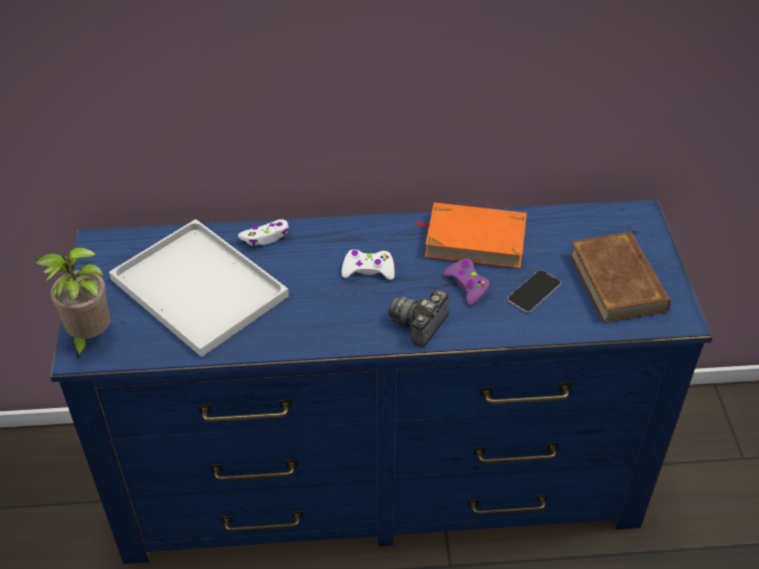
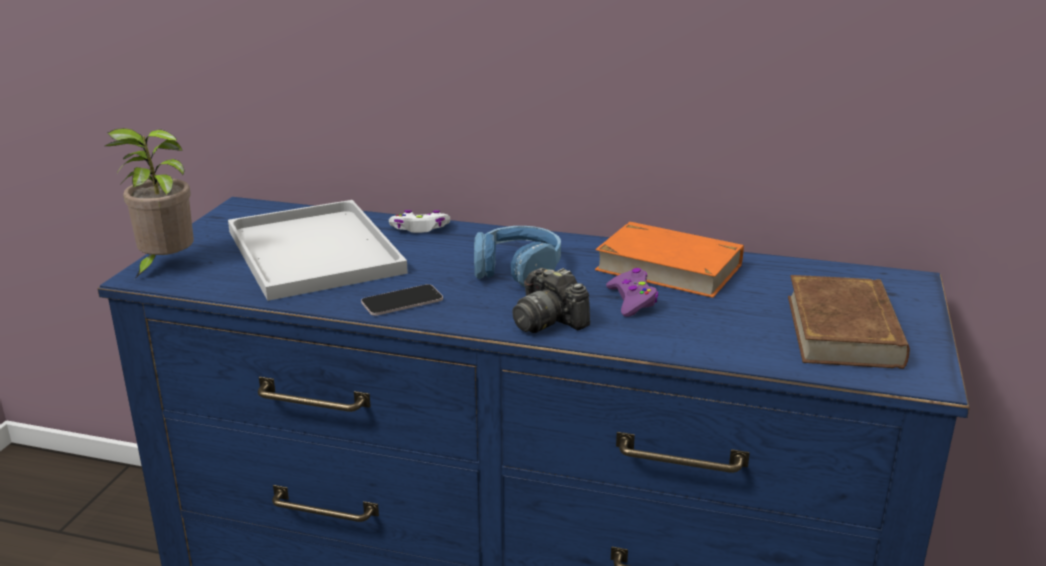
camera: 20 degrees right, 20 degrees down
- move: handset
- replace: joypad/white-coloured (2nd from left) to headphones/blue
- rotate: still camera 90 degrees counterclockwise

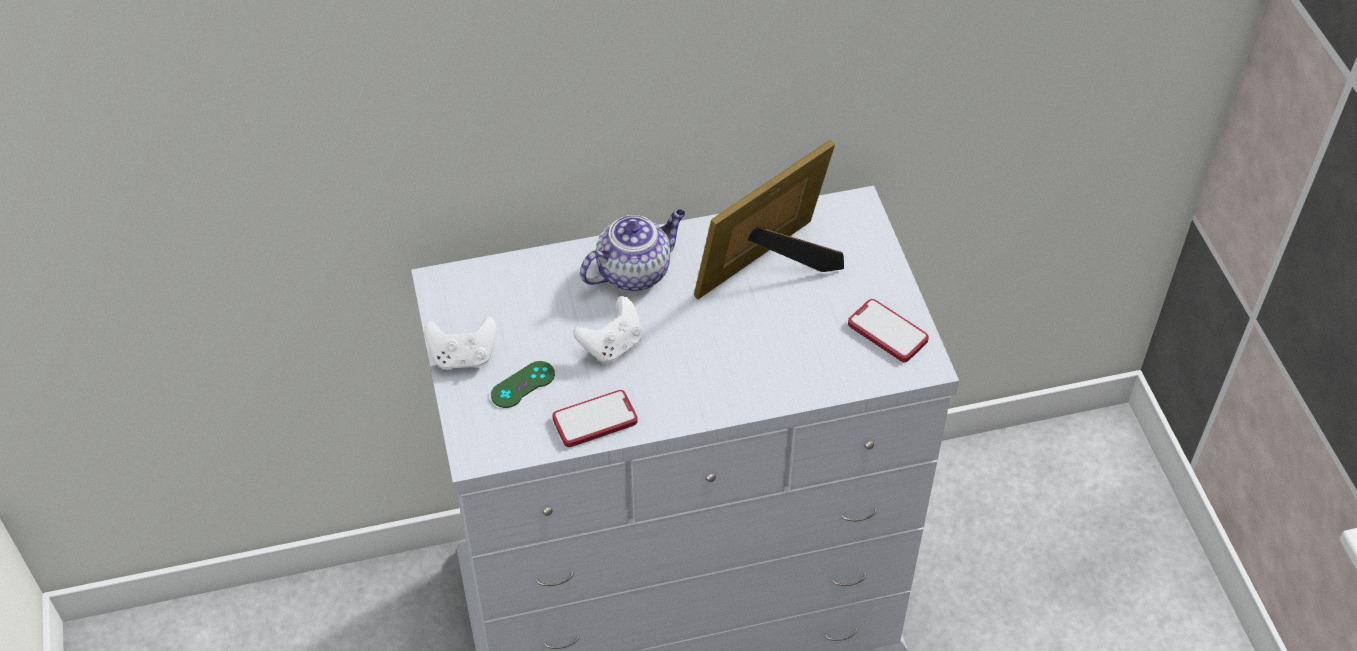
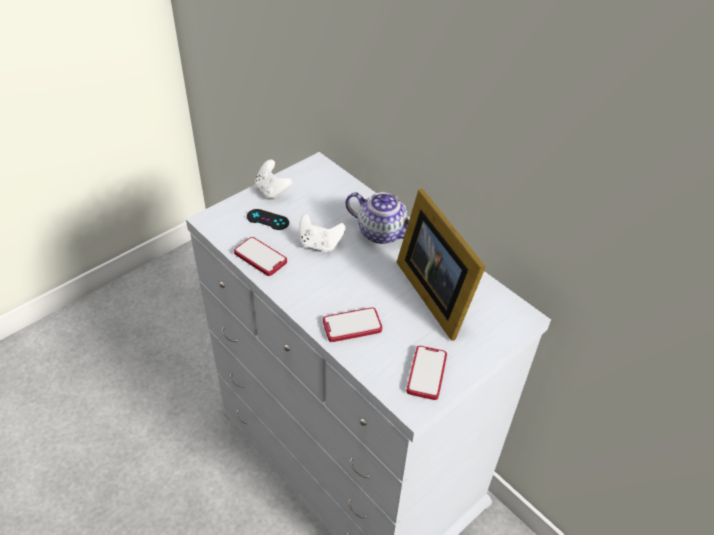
camera: 60 degrees right, 5 degrees down
- insert: handset (2nd from left)
- recolor: joypad/green to joypad/black-coloured
- rotate: standing frame 135 degrees counterclockwise

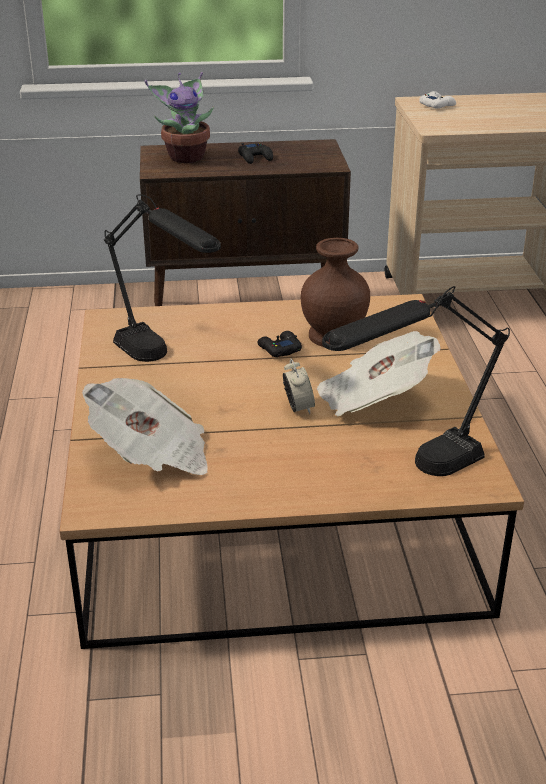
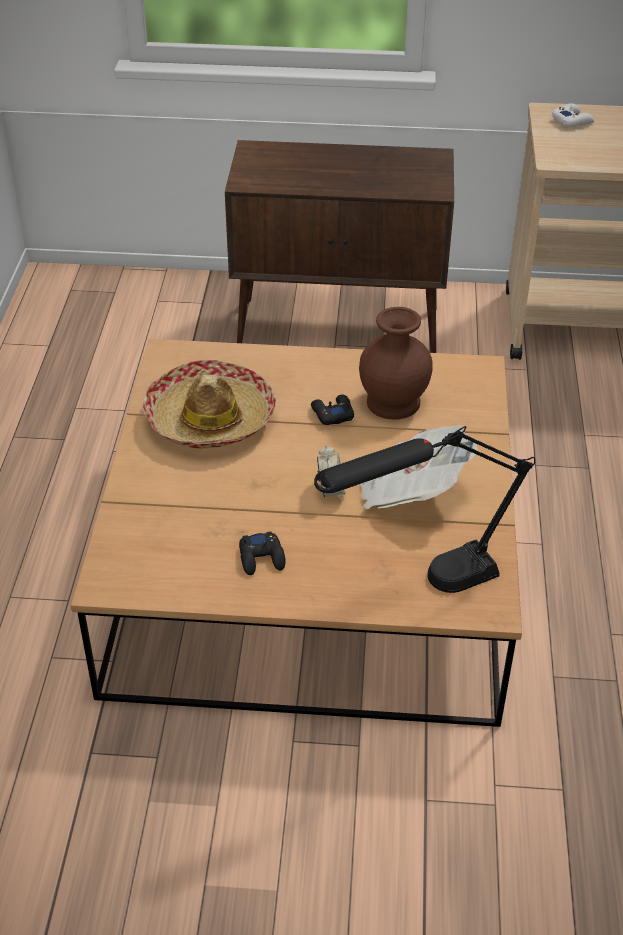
camera: 10 degrees right, 10 degrees up
- delete: newspaper (1st from left)
- delete: houseplant
- move: joypad/black-coloured (1st from left)
- replace: lamp for a table/black-coloured (1st from left) to hat

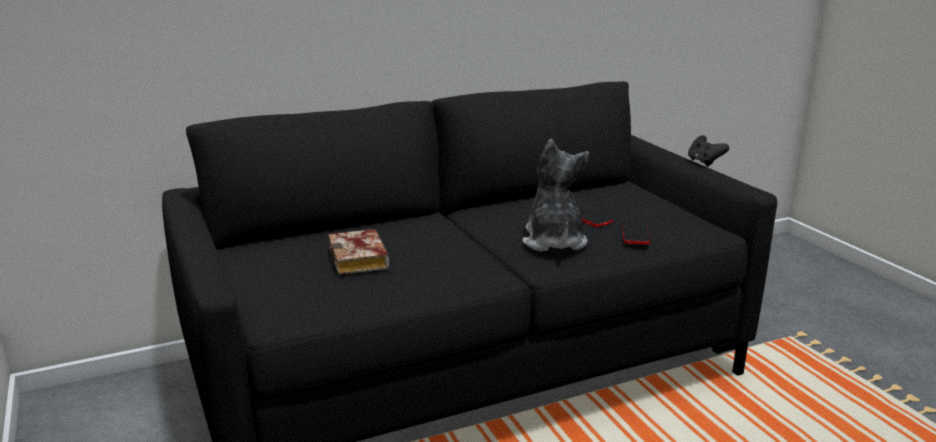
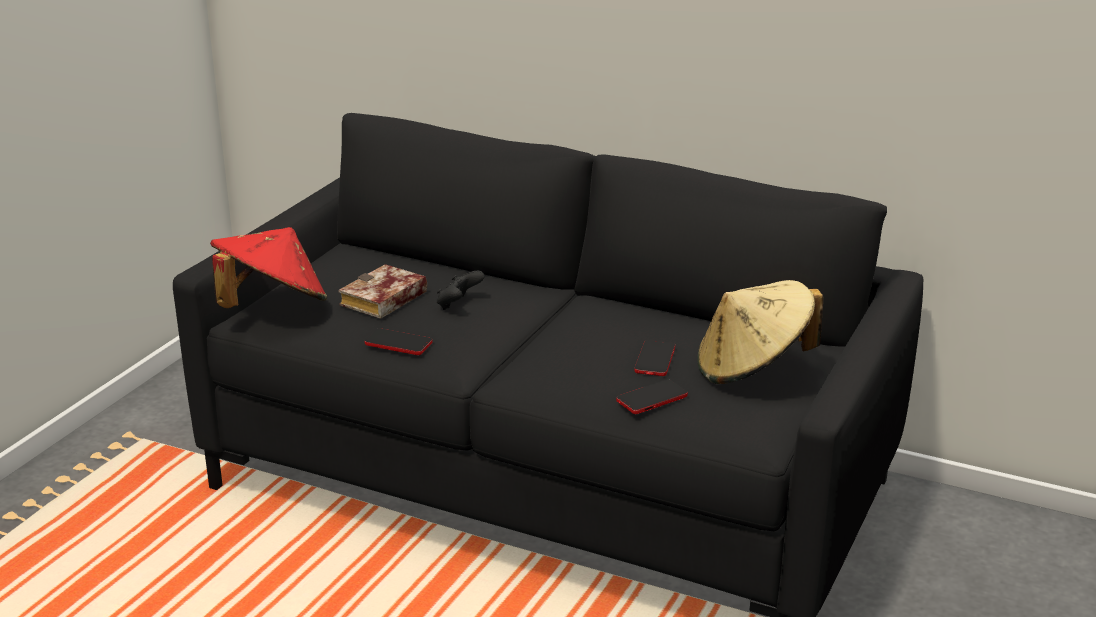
camera: 50 degrees right, 5 degrees up
- delete: cuddly toy
- insert: hat/red
- insert: handset (1st from left)
- insert: hat/sand-coloured
- move: joypad/black-coloured

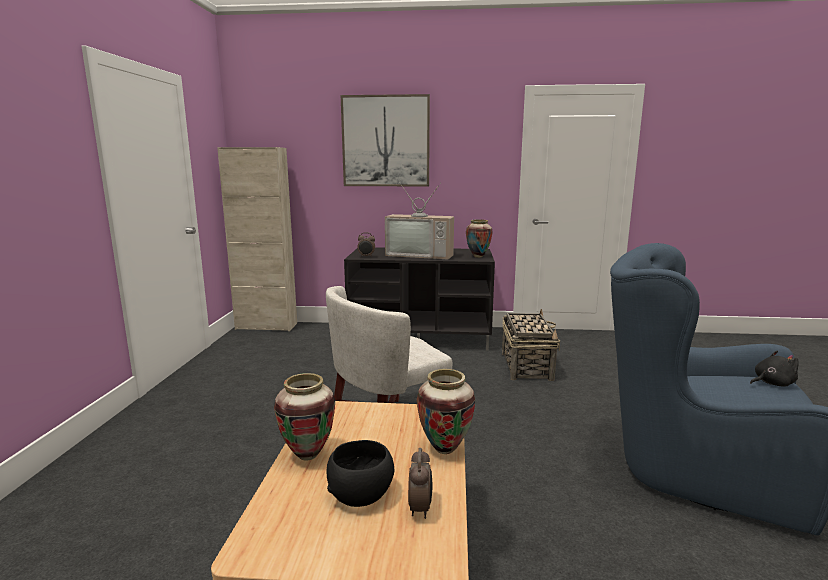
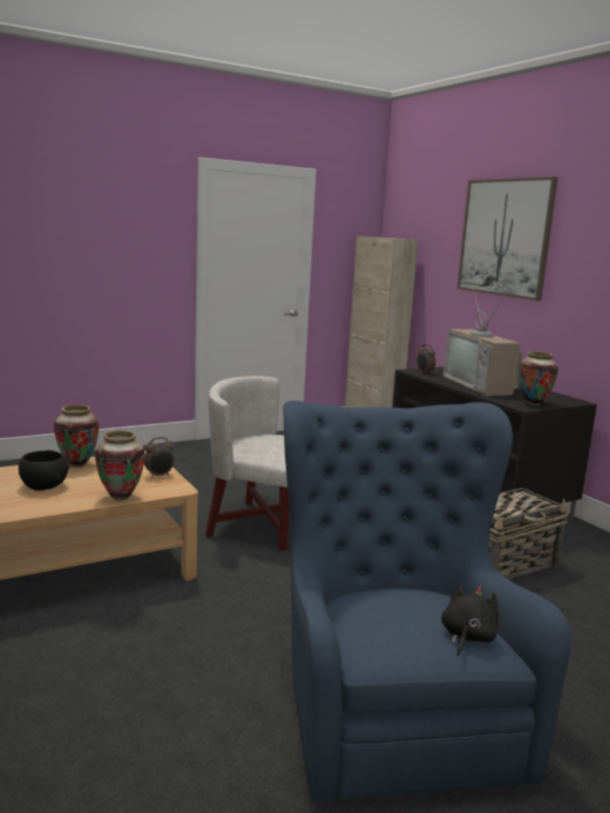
camera: 55 degrees right, 0 degrees up
- move: table clock (2nd from left in the first image) to table clock (1st from left)
- rotate: cuddly toy/black-coloured 105 degrees counterclockwise

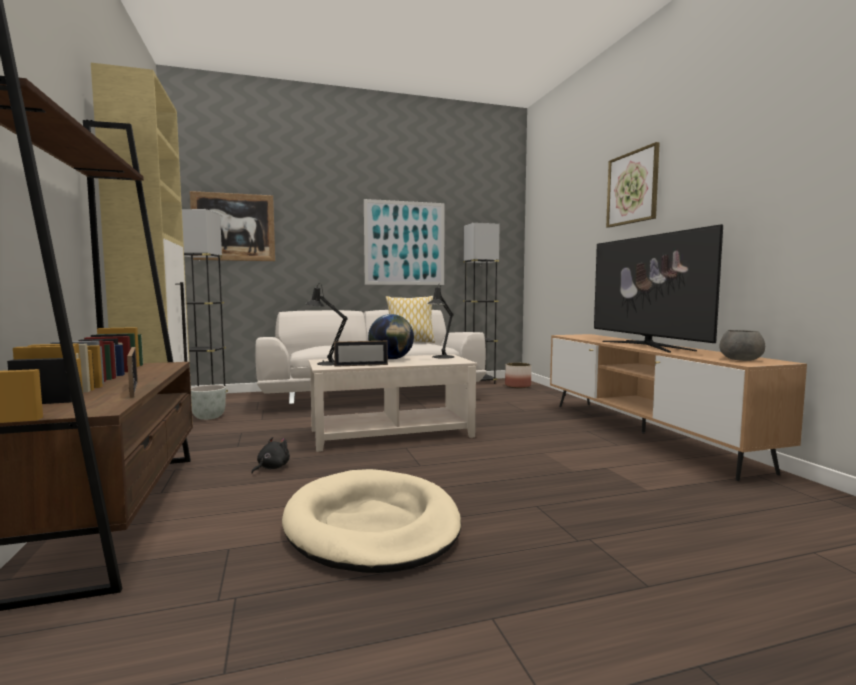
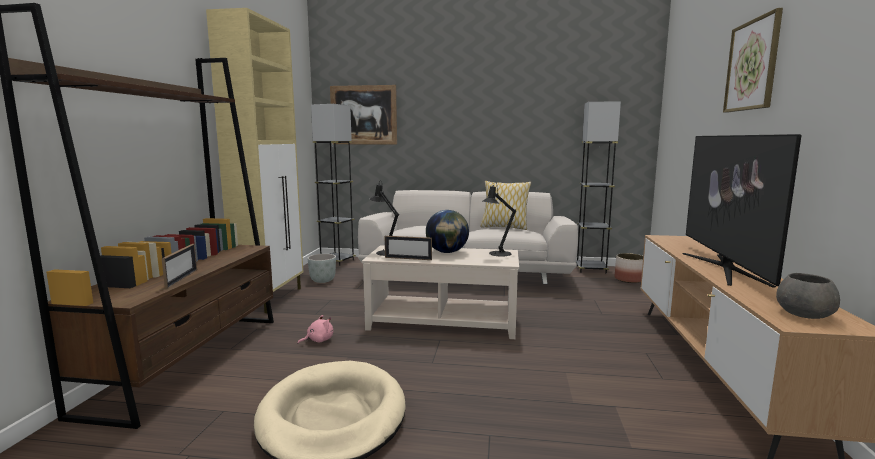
camera: 25 degrees right, 5 degrees up
- delete: picture (2nd from left)
- recolor: cuddly toy/black-coloured to cuddly toy/pinkish

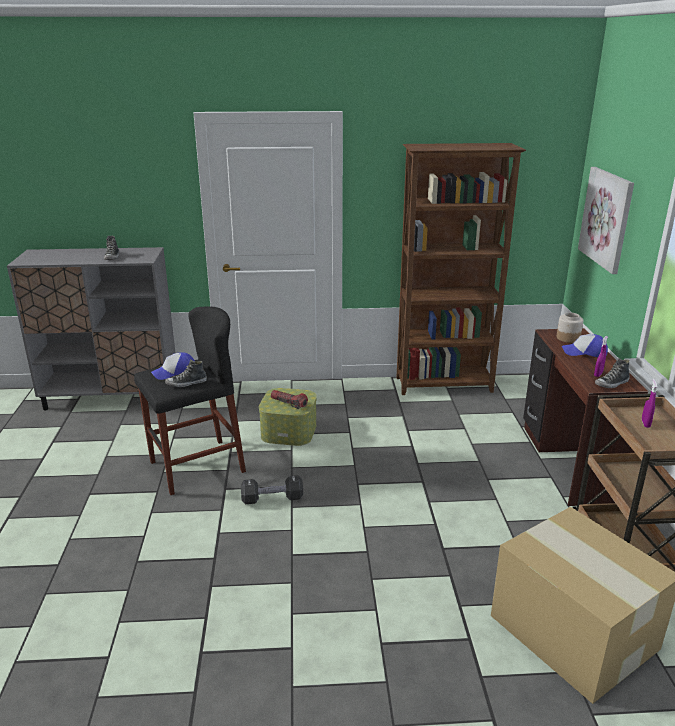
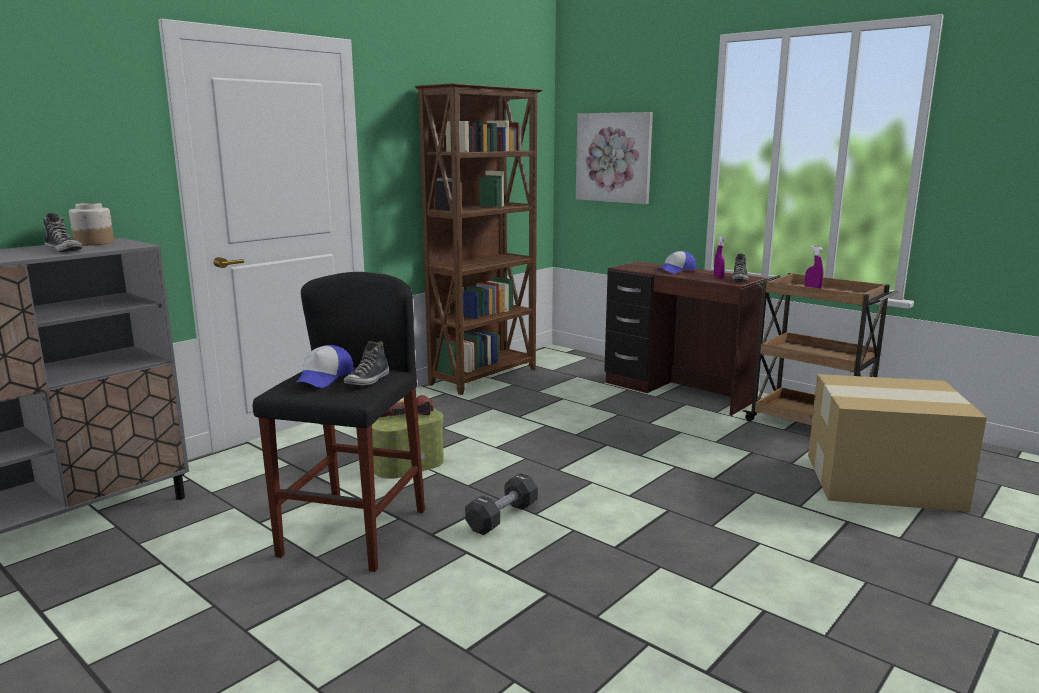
camera: 45 degrees left, 10 degrees down
- move: jar

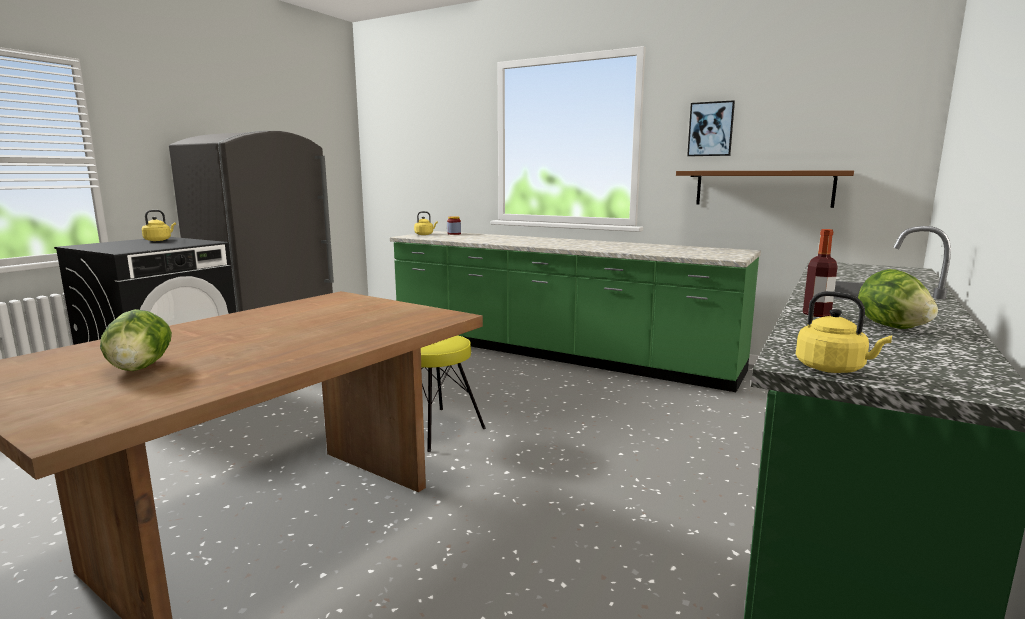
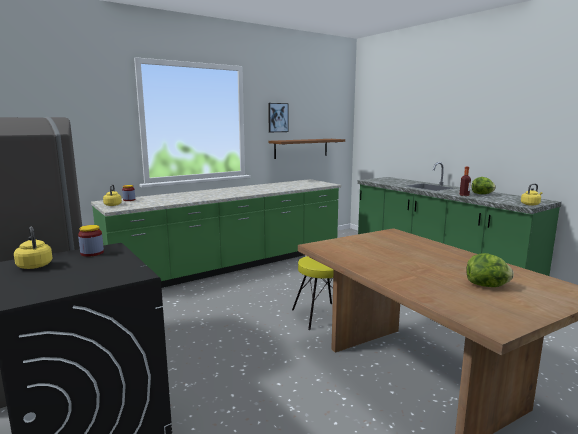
camera: 65 degrees left, 0 degrees up
- insert: jar (1st from left)

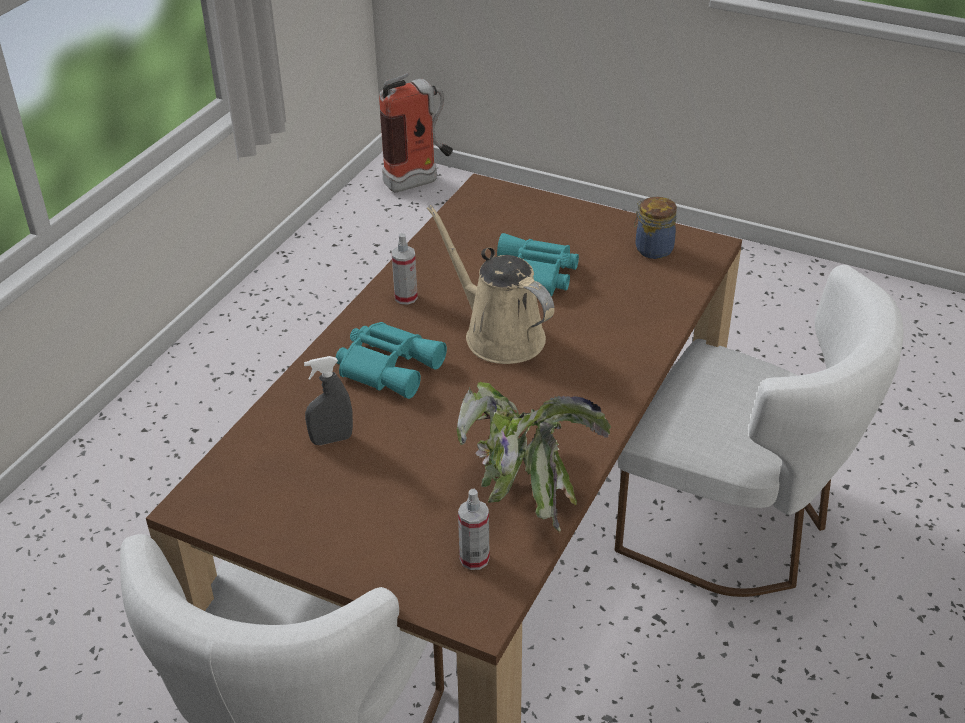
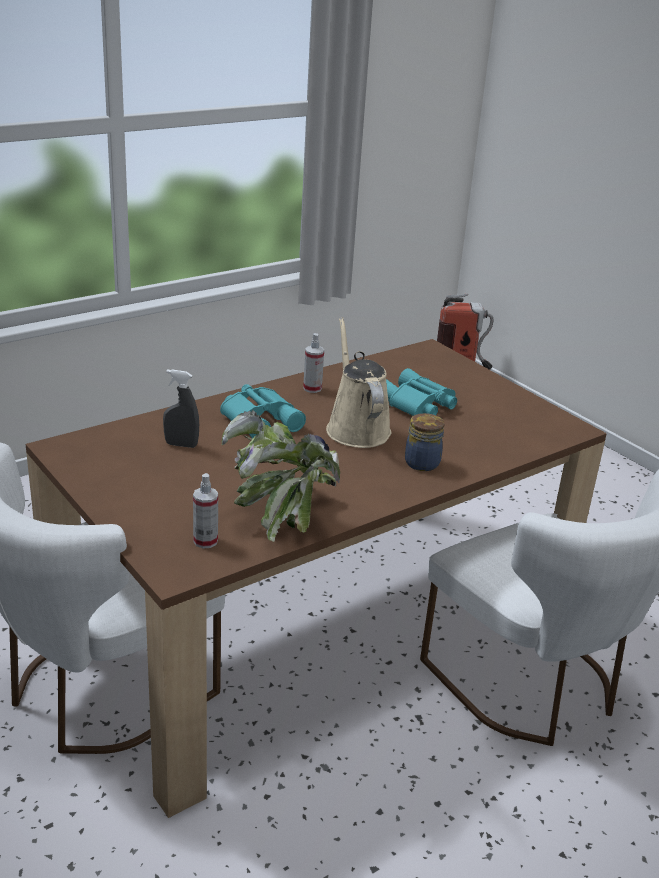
camera: 25 degrees right, 10 degrees down
- move: jar

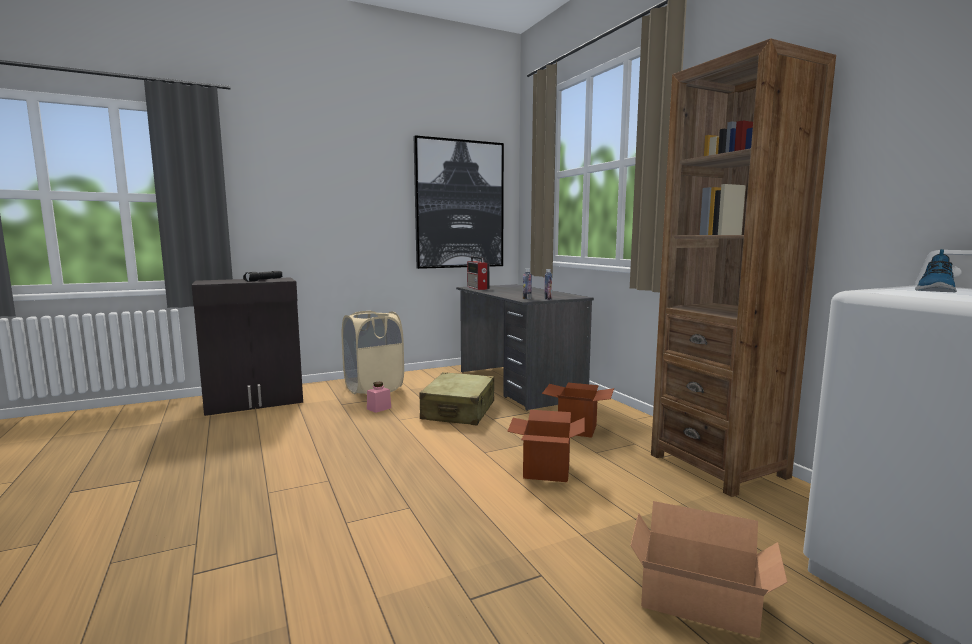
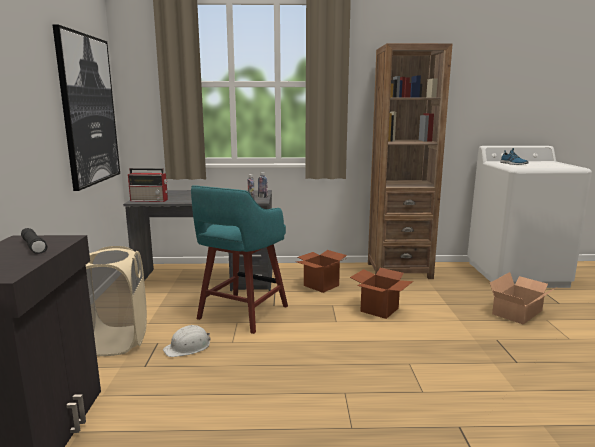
camera: 65 degrees left, 5 degrees up
- replace: jar/pinkish to hard hat/white-coloured
- replace: suitcase/sand-coloured to sitting stool/turquoise

